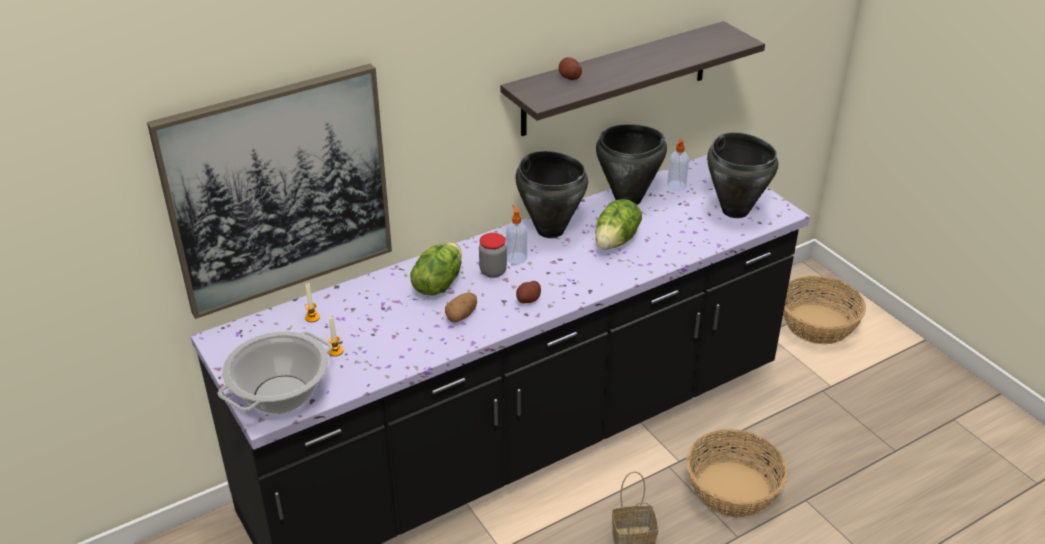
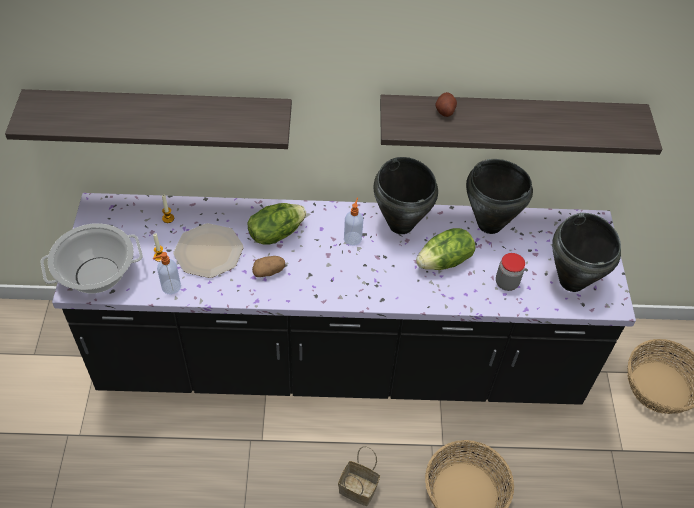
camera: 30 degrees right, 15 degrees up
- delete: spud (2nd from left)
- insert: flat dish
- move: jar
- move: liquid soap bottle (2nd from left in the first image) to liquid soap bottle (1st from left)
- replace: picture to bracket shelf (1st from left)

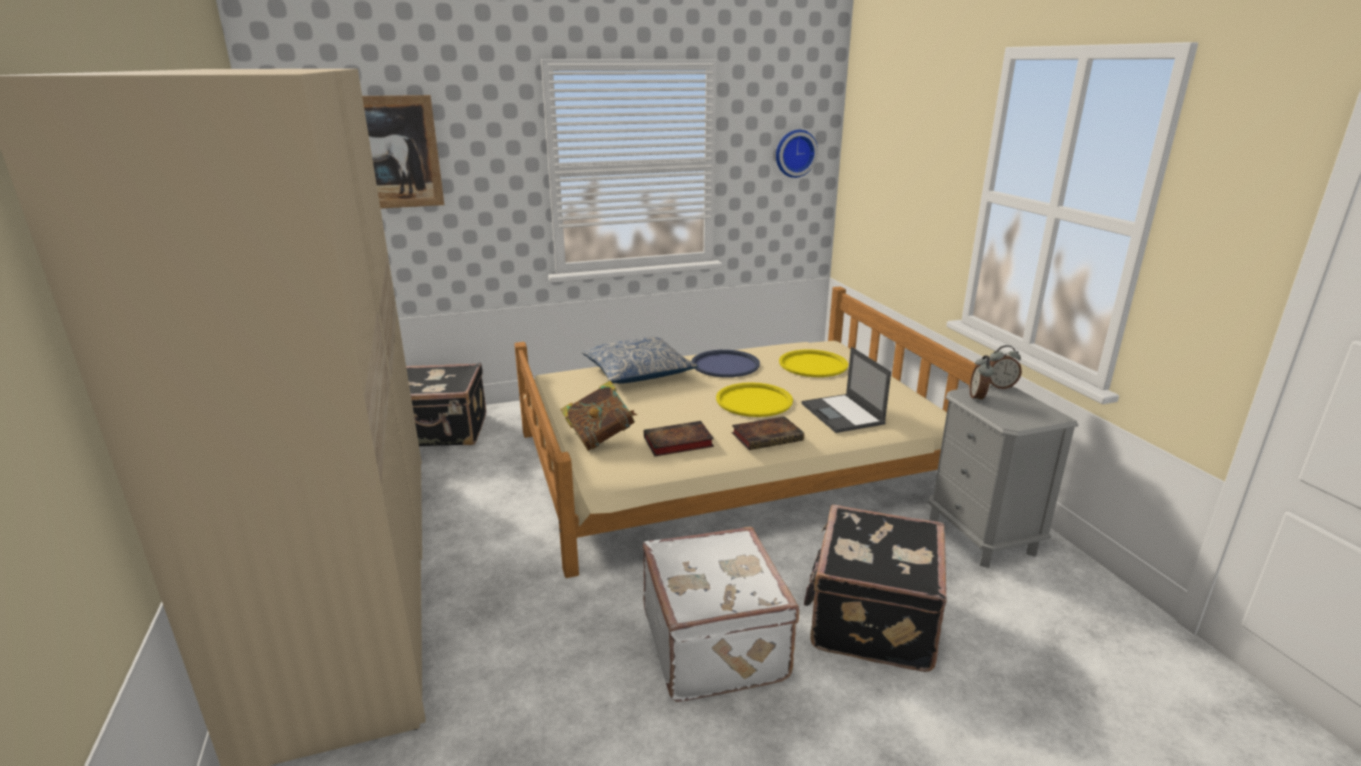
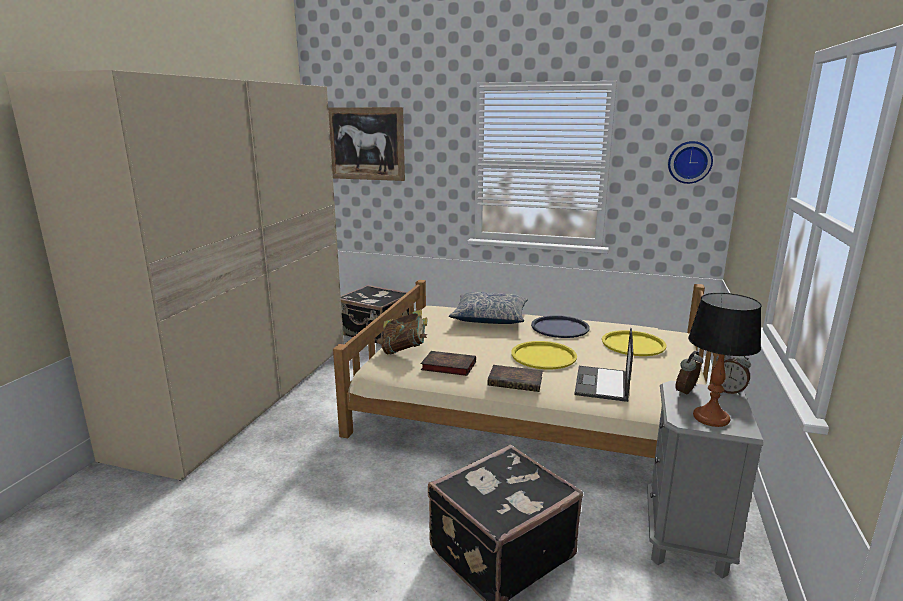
camera: 35 degrees right, 5 degrees down
- delete: suitcase/white-coloured
- insert: lamp for a table

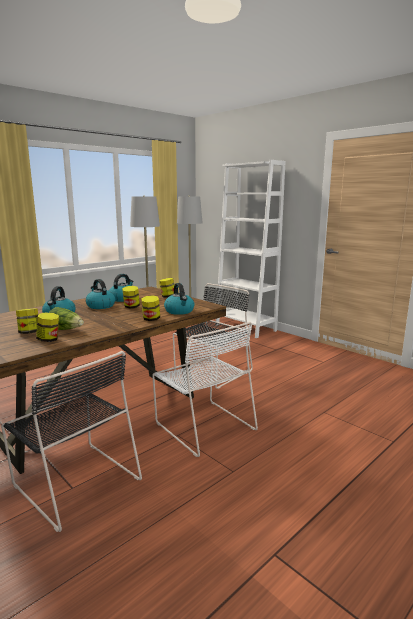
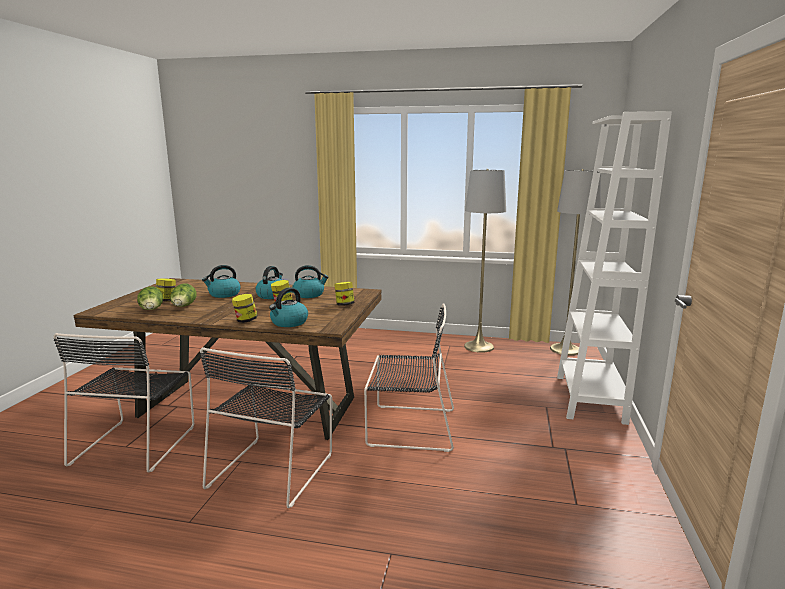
camera: 55 degrees right, 0 degrees up
- replace: jar (2nd from left) to lettuce head (1st from left)
- recolor: plain chair/white-coloured to plain chair/black-coloured (2nd from left)

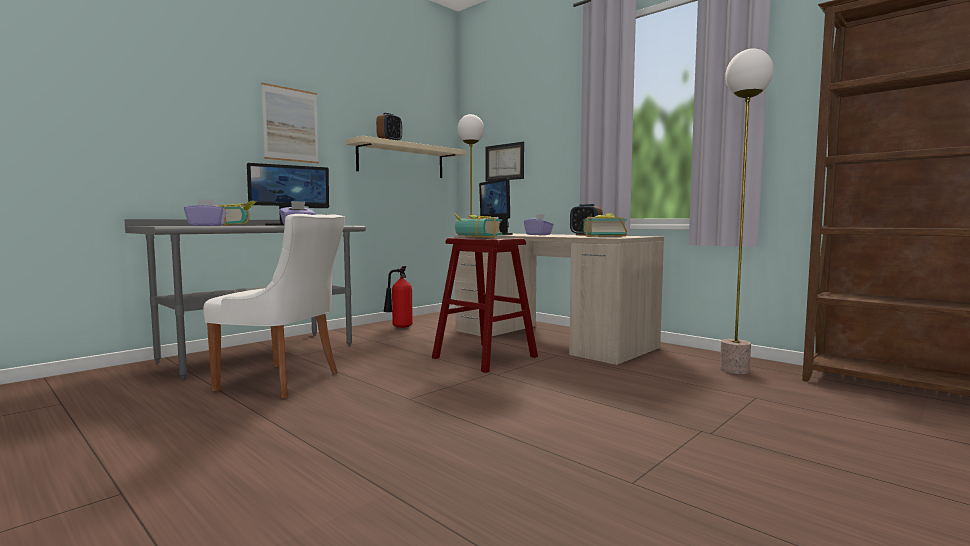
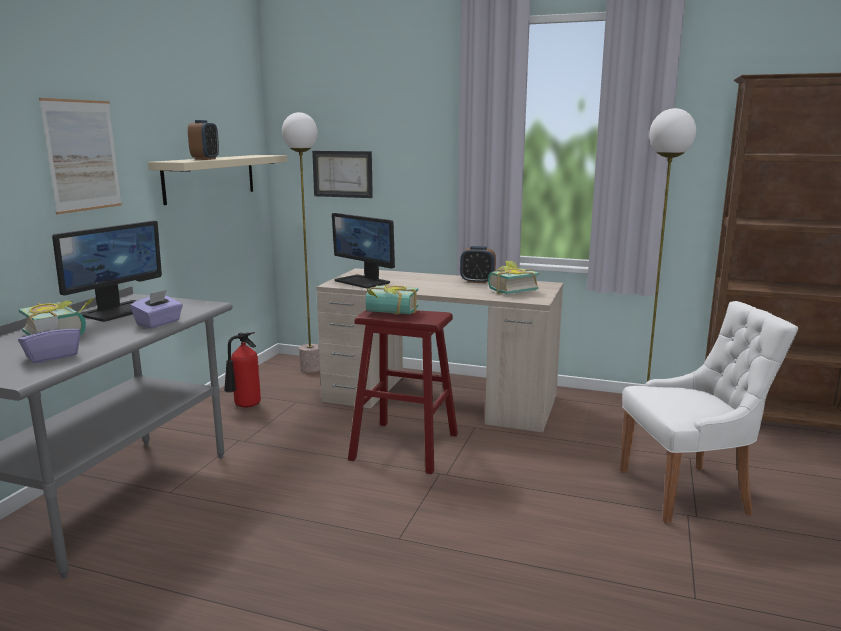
camera: 25 degrees left, 10 degrees up
- delete: box of tissues/purple (3rd from left)
- move: plain chair/white-coloured

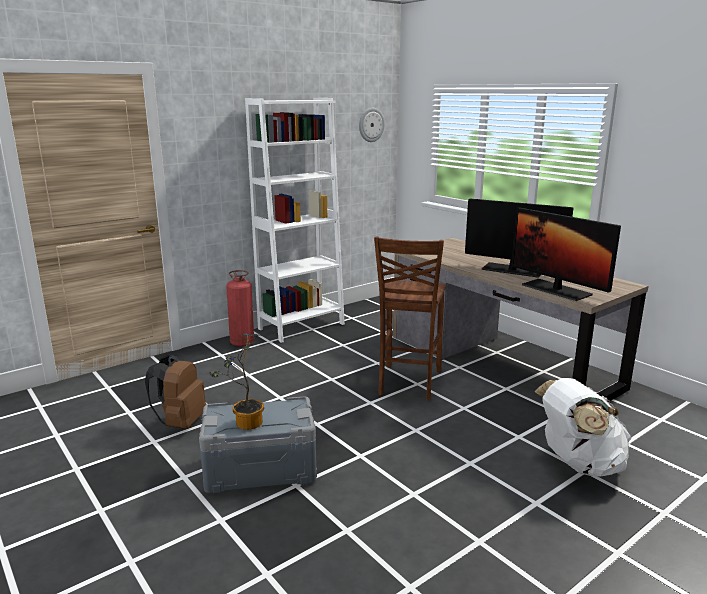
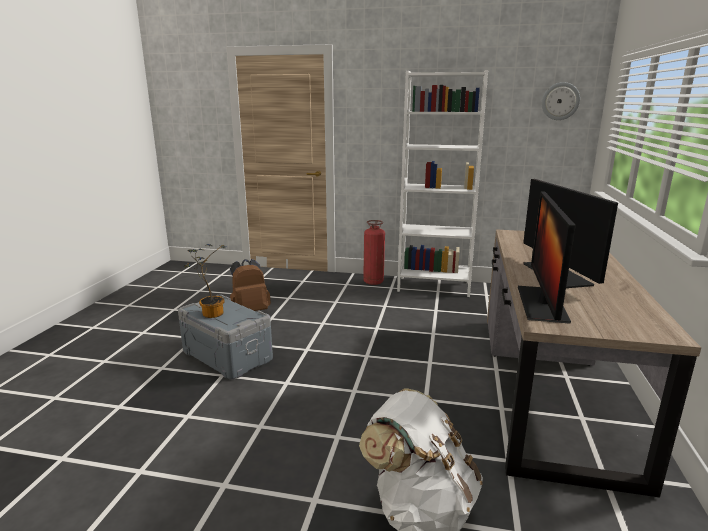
camera: 50 degrees right, 0 degrees up
- delete: plain chair/brown-coloured

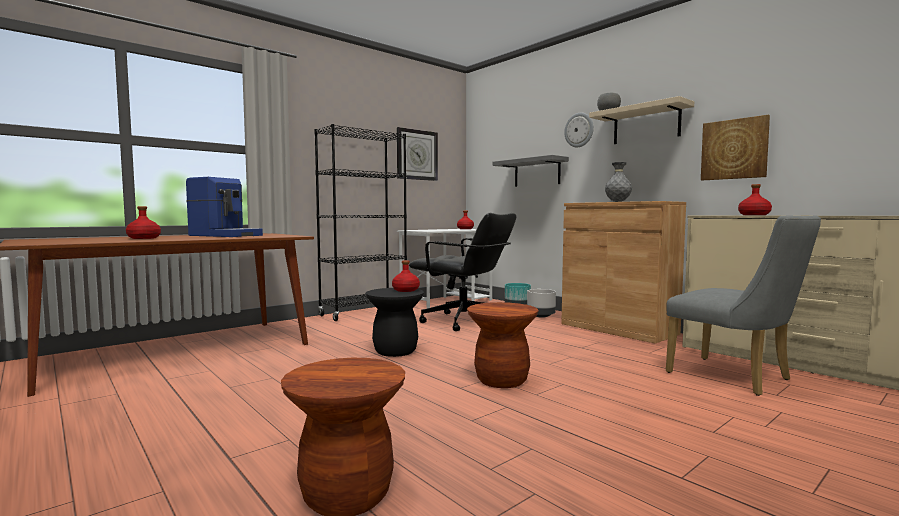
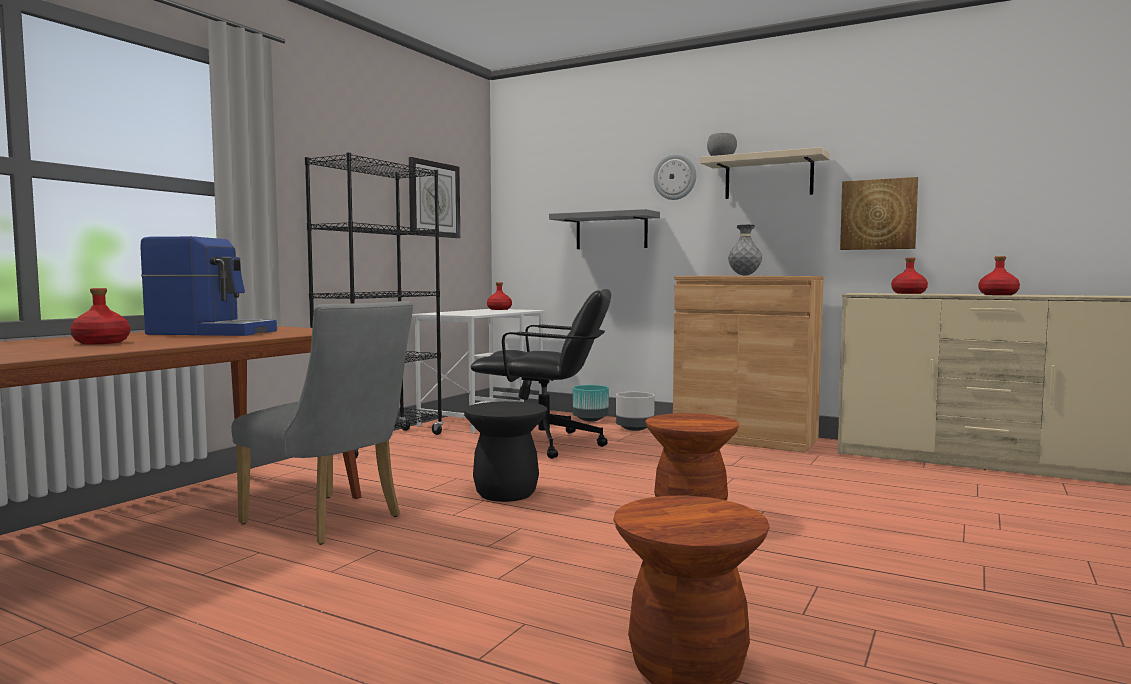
camera: 20 degrees left, 0 degrees up
- move: bottle/red (2nd from left in the first image) to bottle/red (4th from left)
- move: plain chair/grey

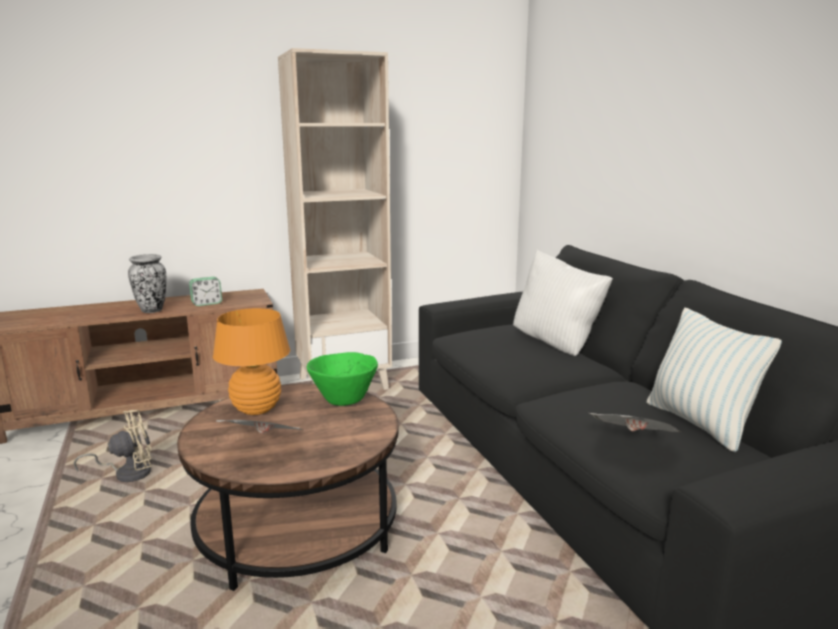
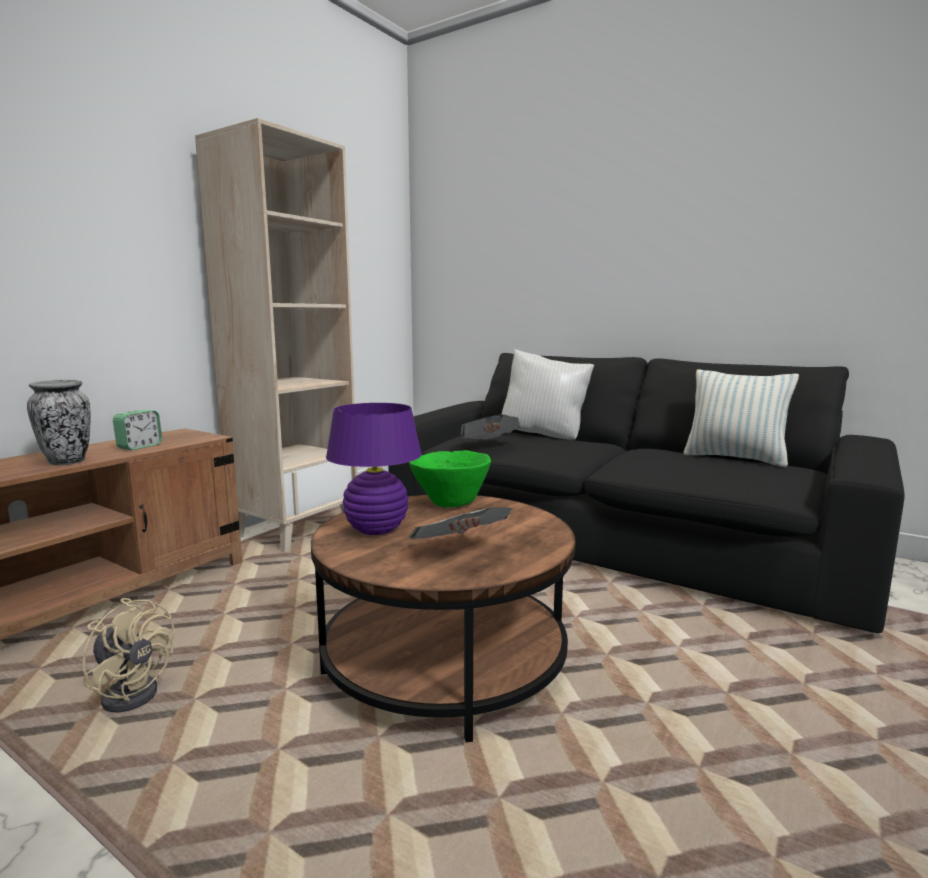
camera: 35 degrees left, 5 degrees down
- move: newspaper (2nd from left)
- recolor: lamp for a table/orange to lamp for a table/purple
- rotate: electric fan/sand-coloured 90 degrees clockwise

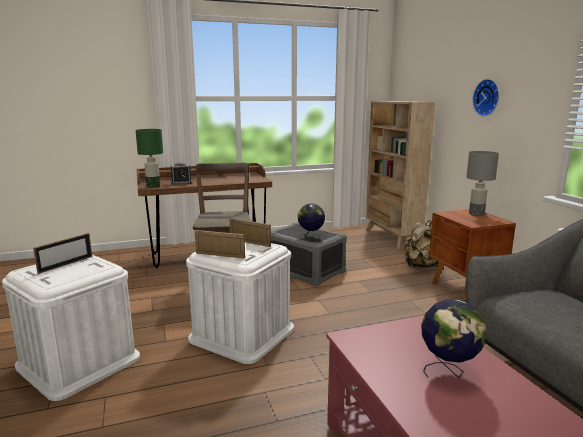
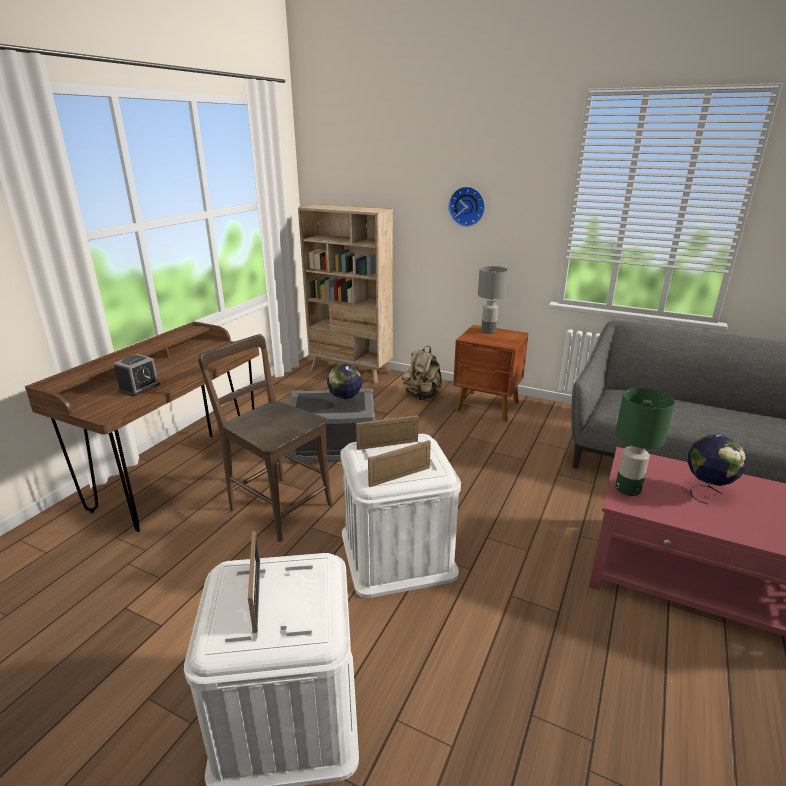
camera: 45 degrees left, 10 degrees up
- move: lamp for a table/green

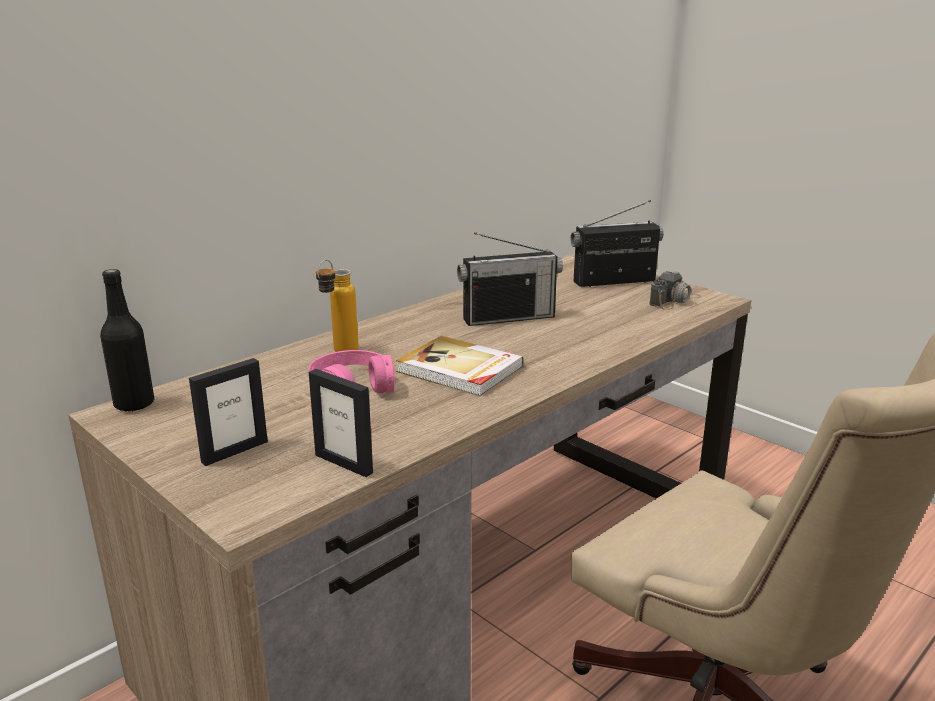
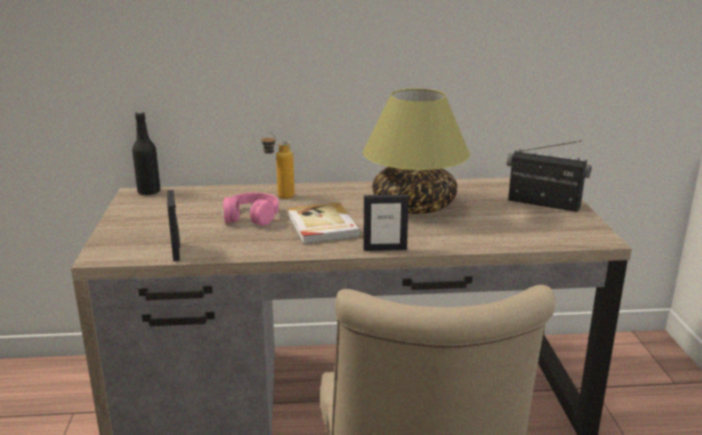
camera: 40 degrees right, 0 degrees up
- delete: still camera
- move: standing frame (1st from left in the first image) to standing frame (2nd from left)
- replace: radio (1st from left) to lamp for a table

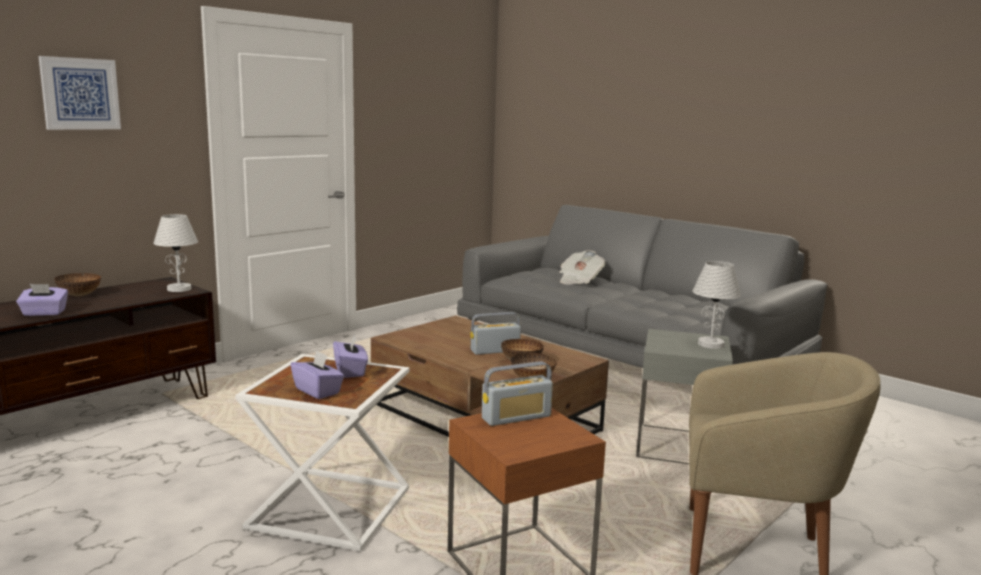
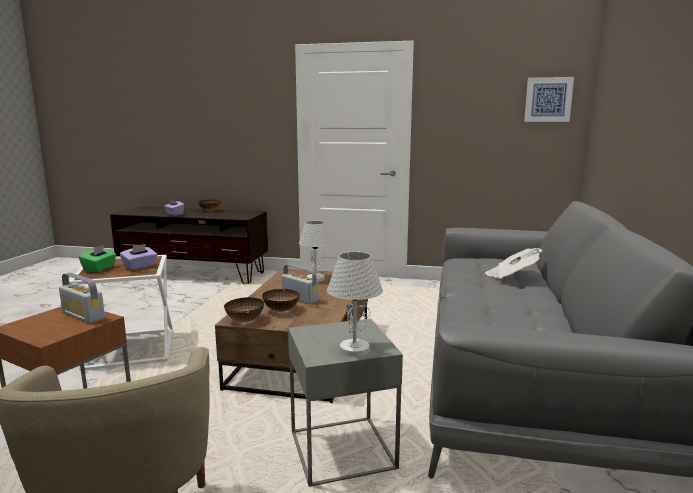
camera: 60 degrees right, 0 degrees up
- move: picture
- move: lamp for a table/white-coloured (1st from left)
- recolor: box of tissues/purple (2nd from left) to box of tissues/green

